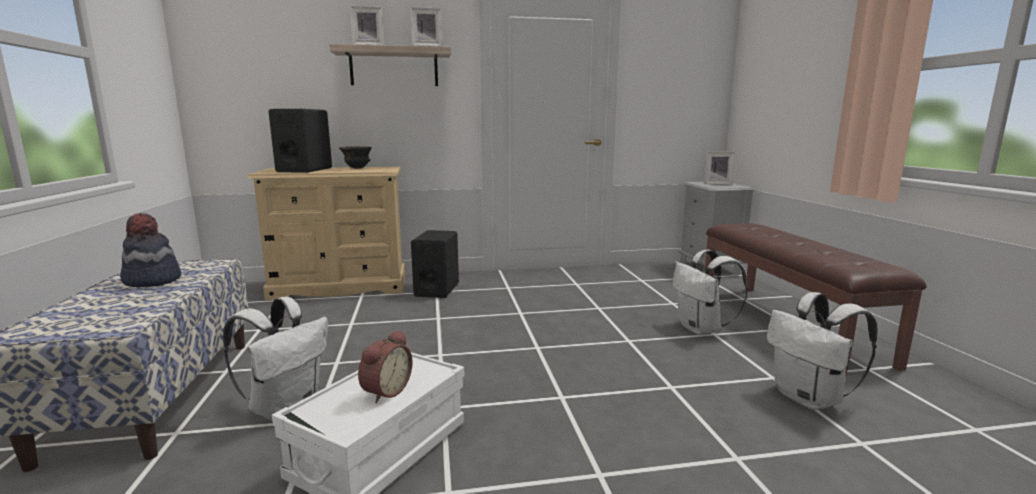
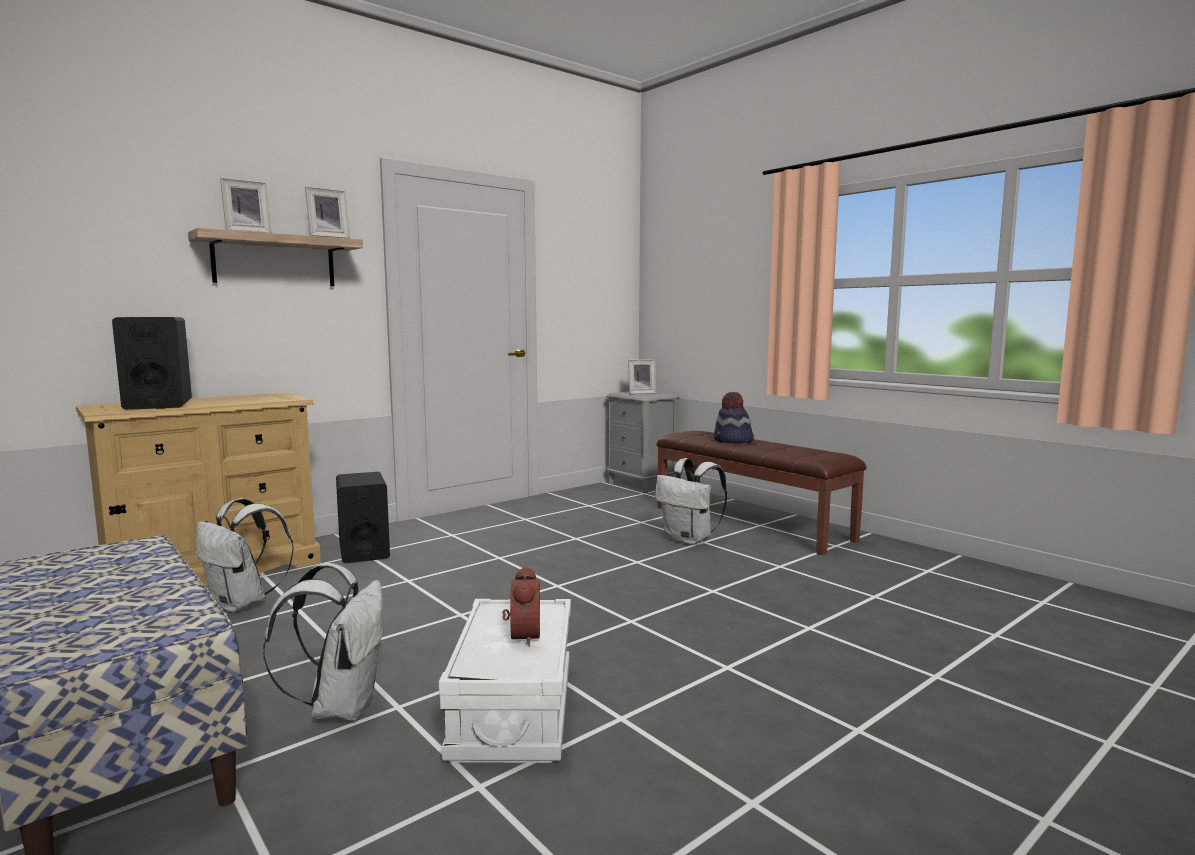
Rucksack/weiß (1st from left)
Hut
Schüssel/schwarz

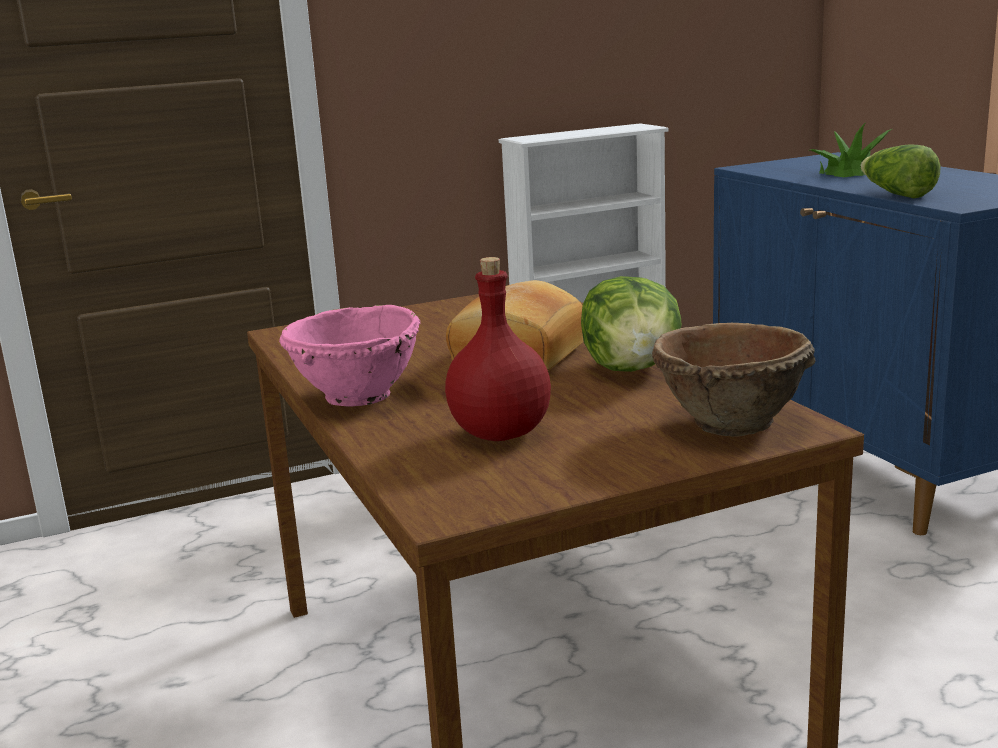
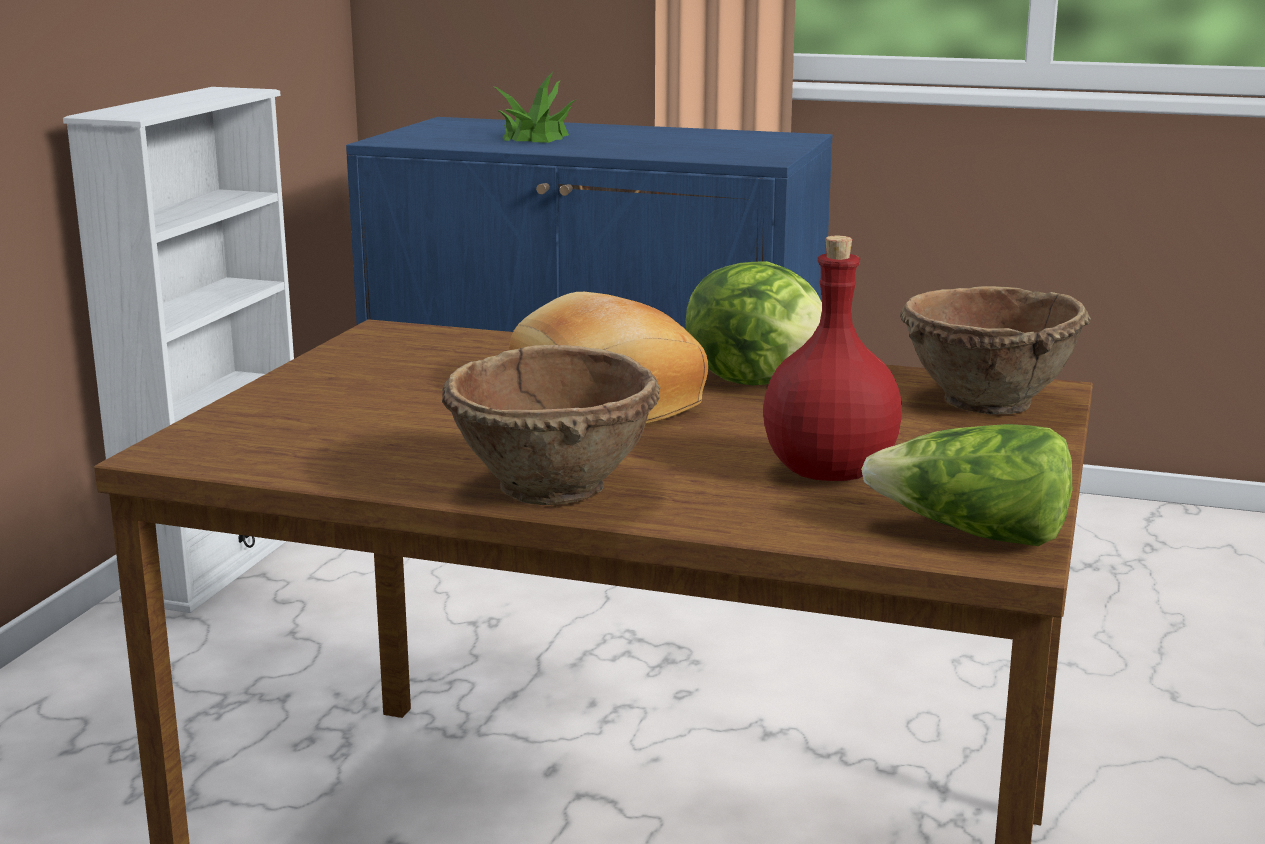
Schüssel/braun (1st from left)
Salatkopf (2nd from left)

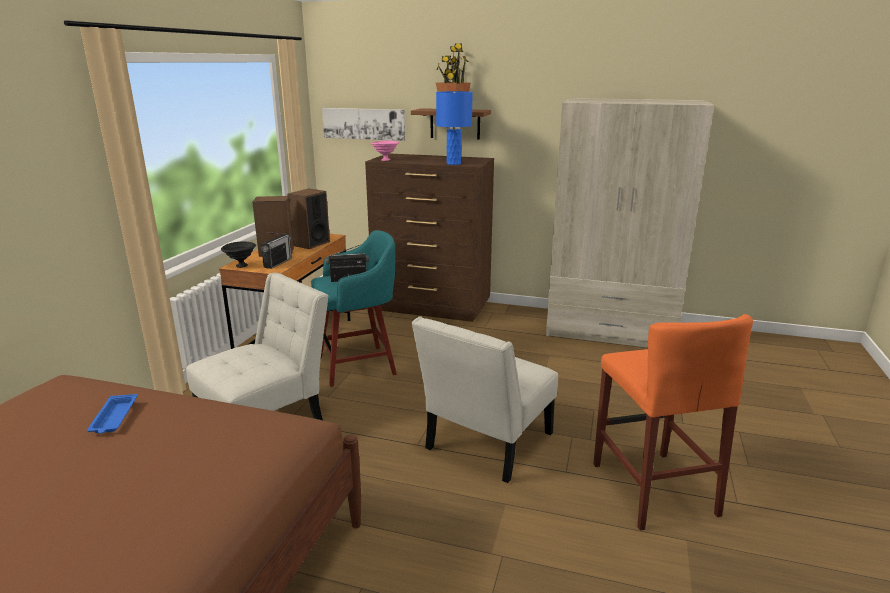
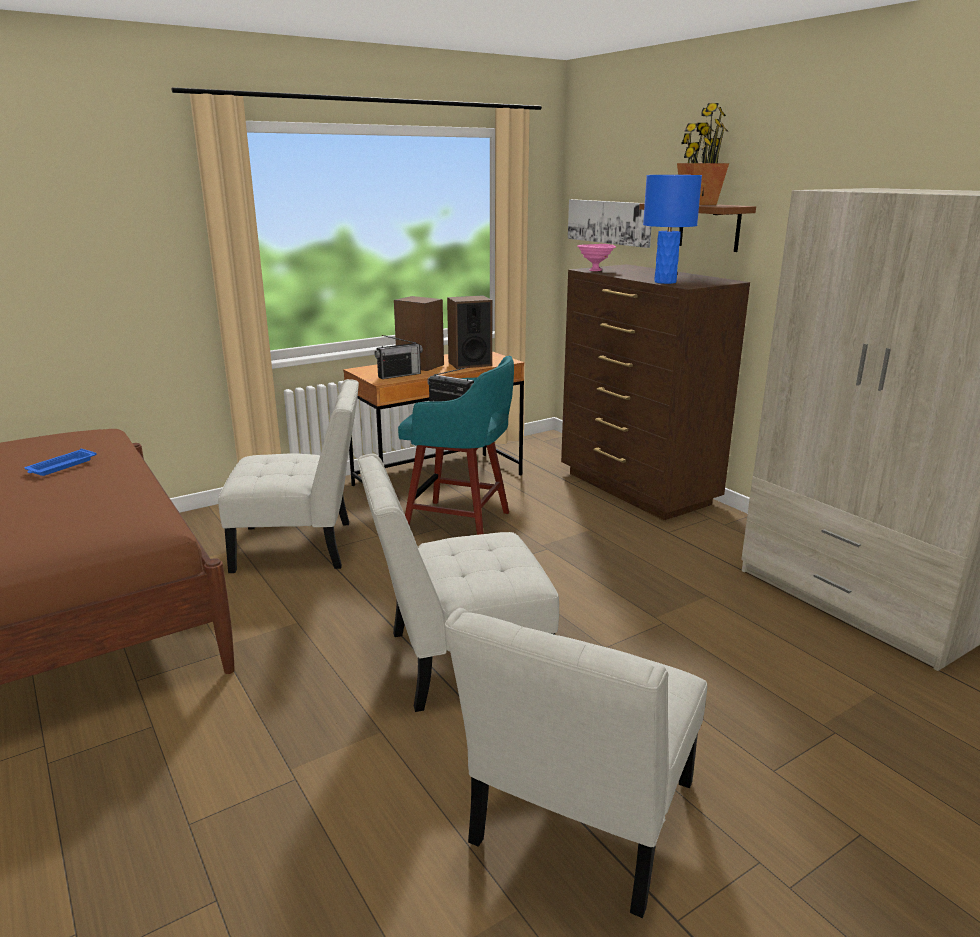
Stuhl/weiß (3rd from left)
Schüssel/schwarz

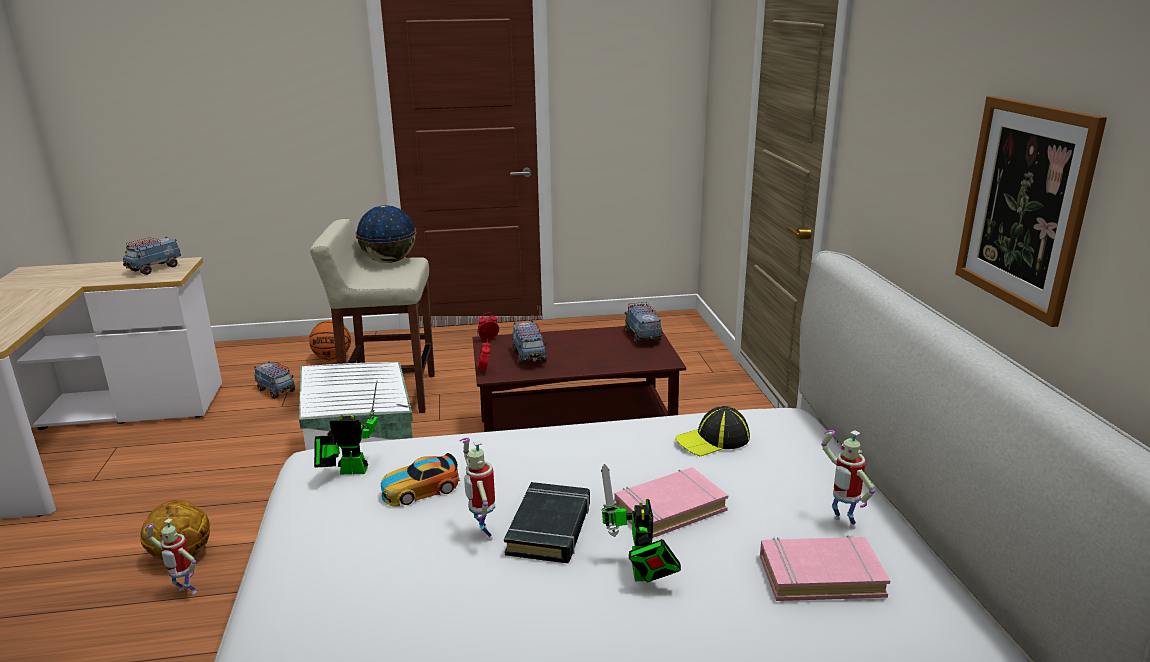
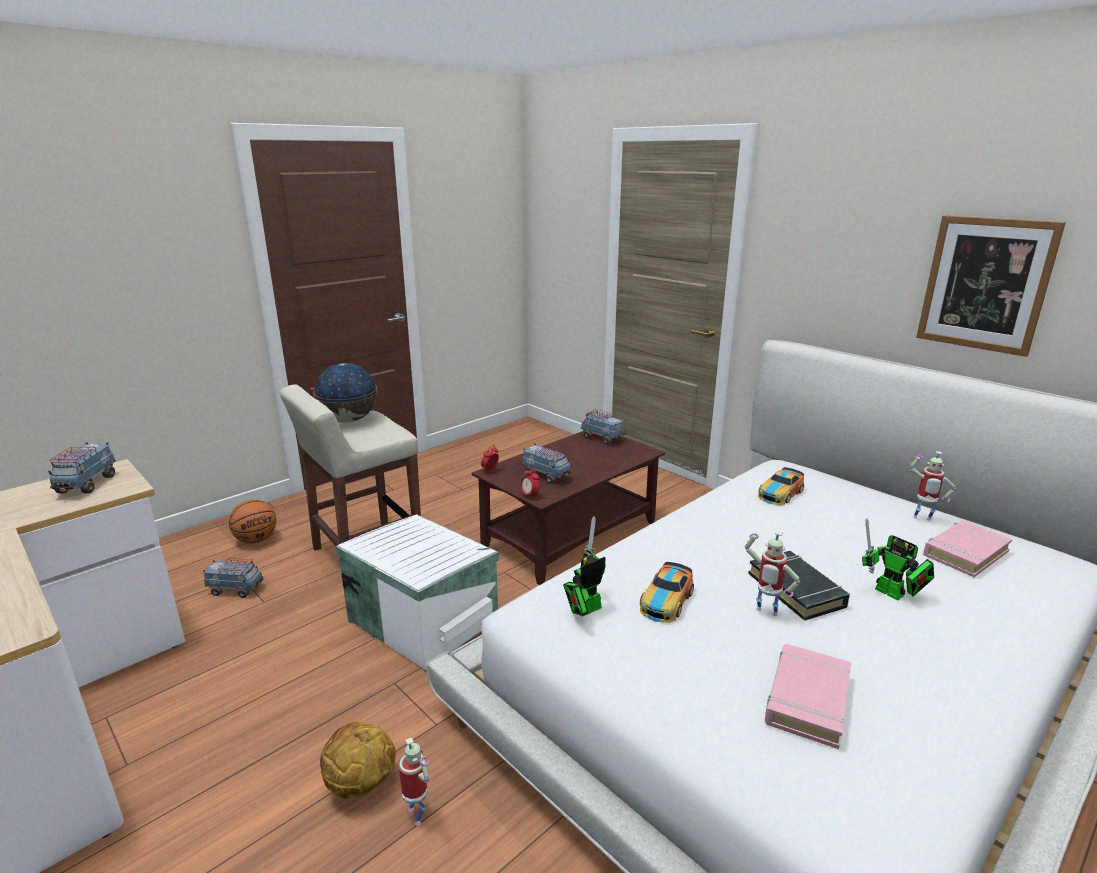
Spielzeugroboter (1st from left)
Spielzeugauto (2nd from left)
Buch/rosa (1st from left)

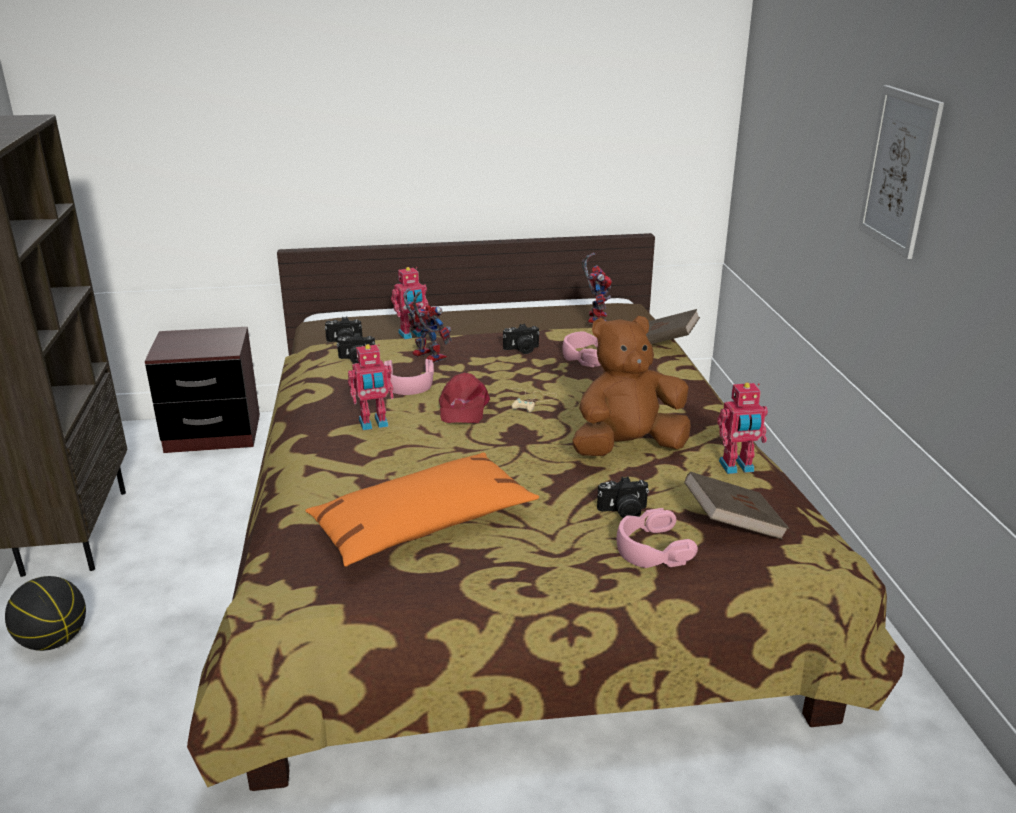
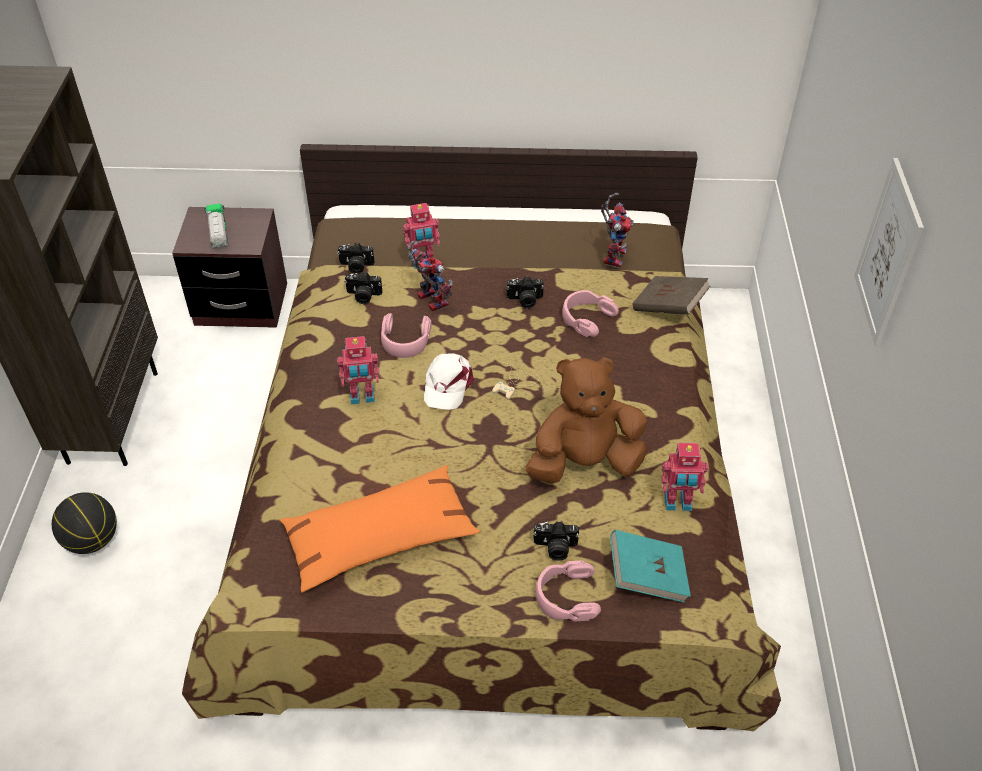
Spielzeuglaster
Kappe/weiß
Buch/türkis

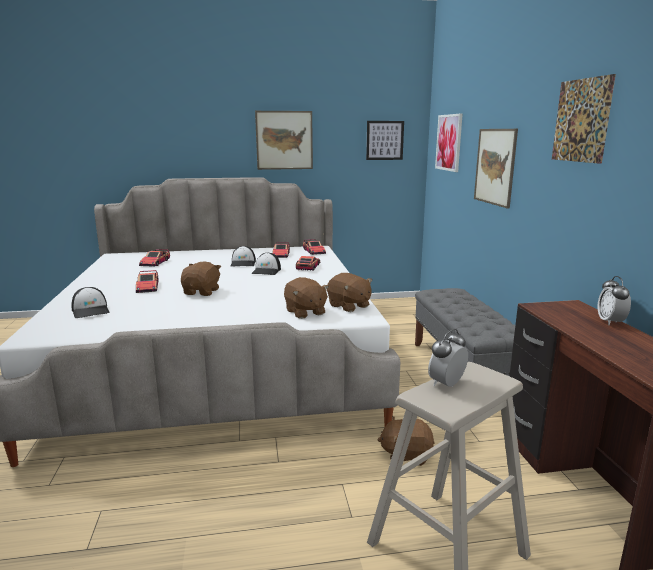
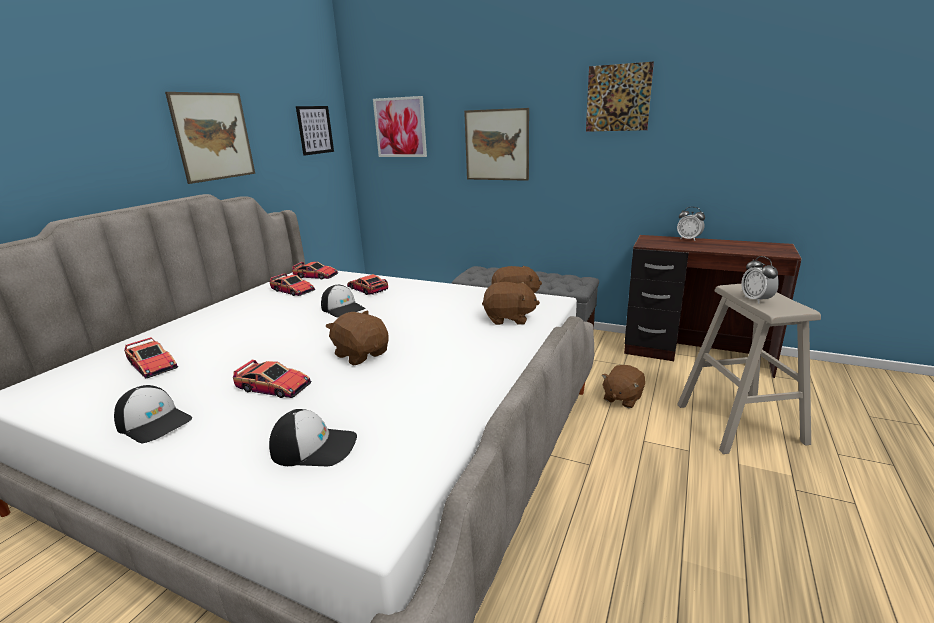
Kappe (1st from left)

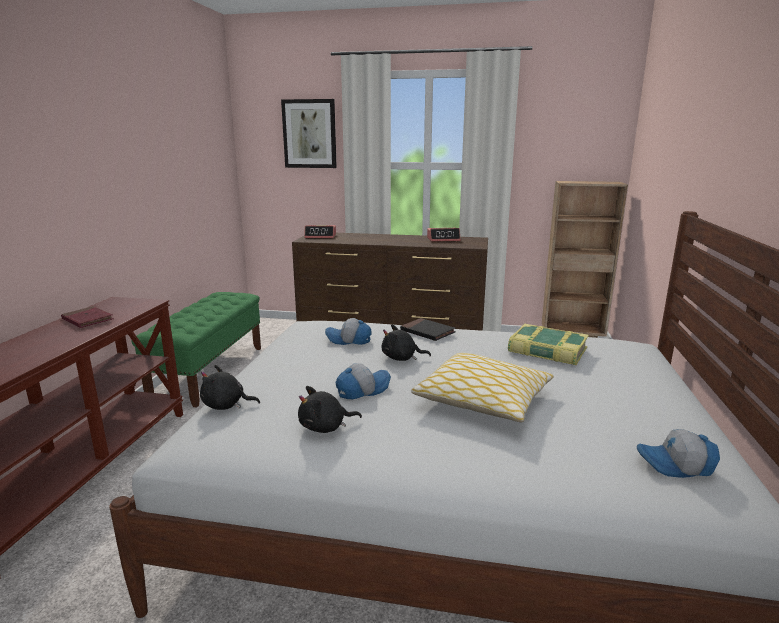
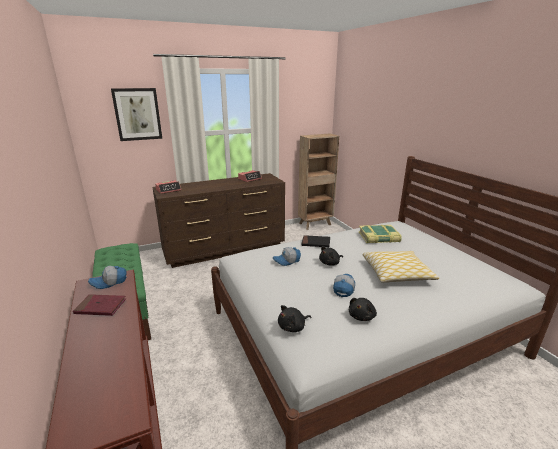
Kappe (1st from left)

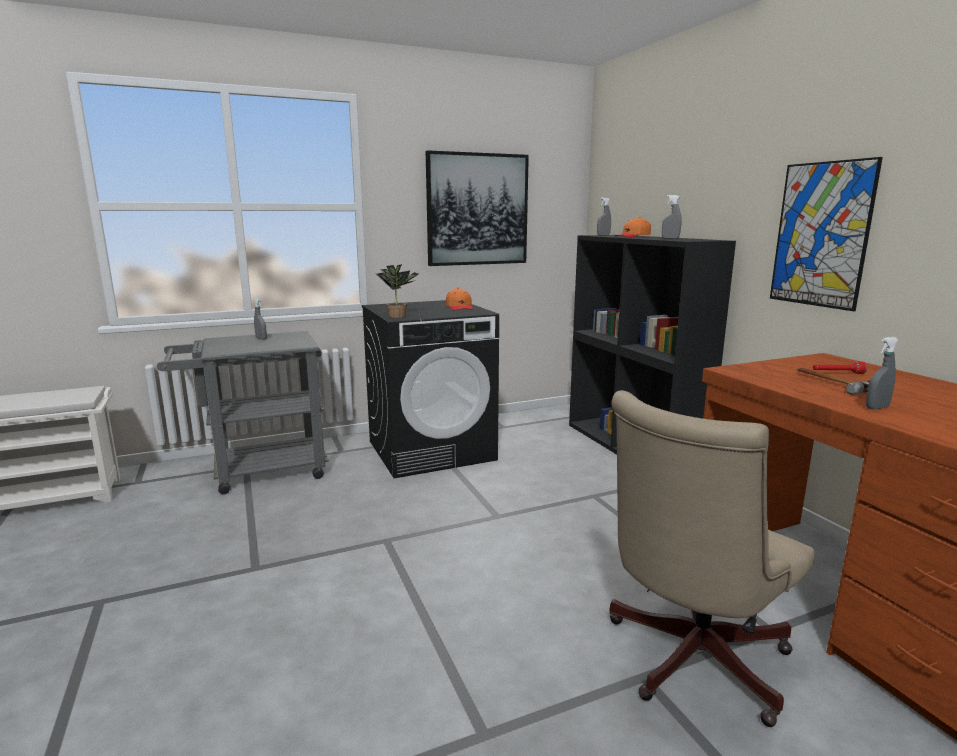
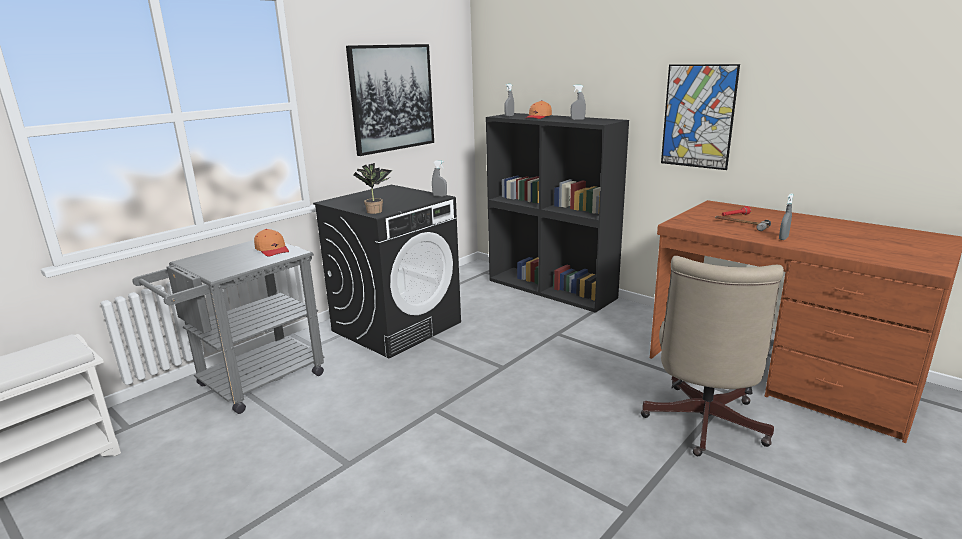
Kappe/orange (1st from left)
Sprühflasche/grau (1st from left)

